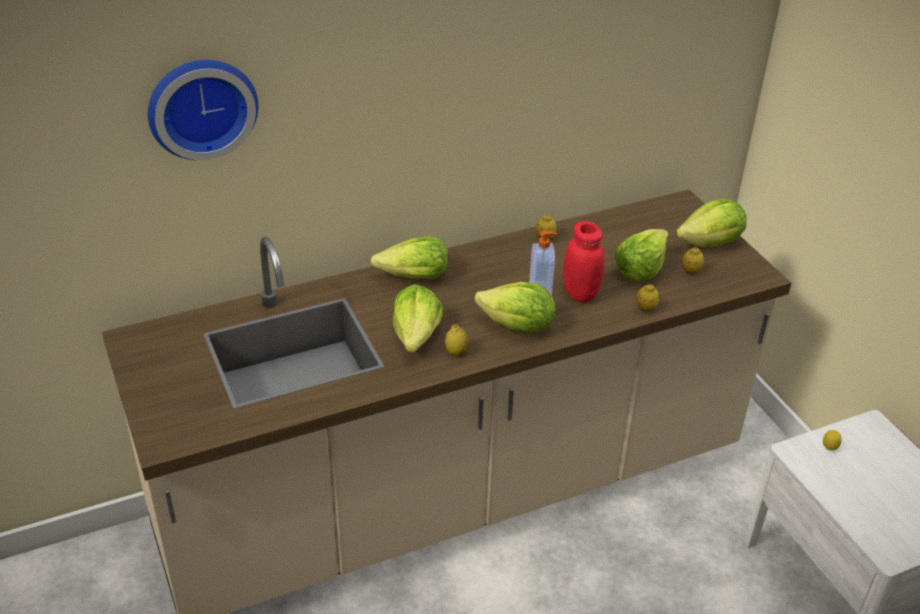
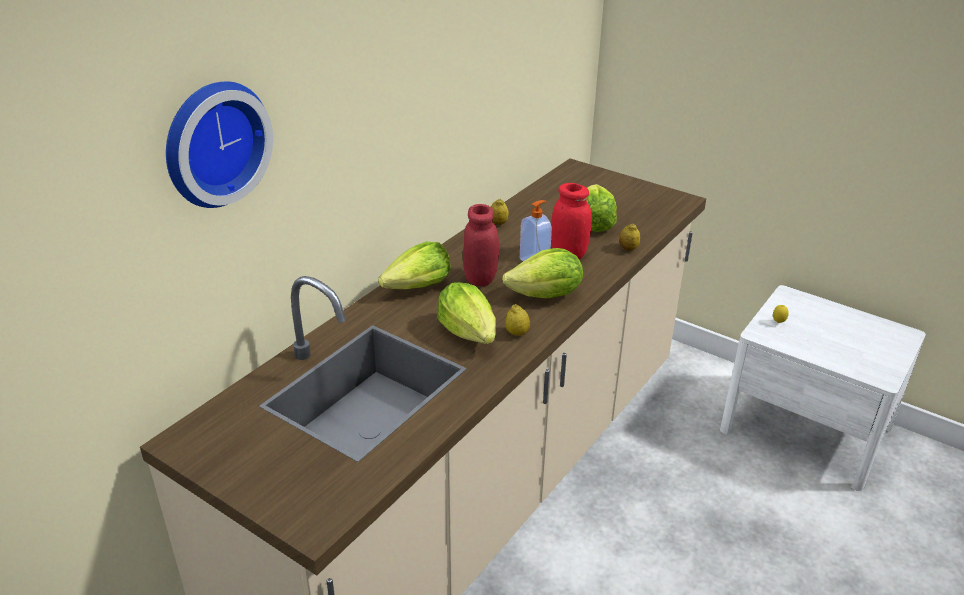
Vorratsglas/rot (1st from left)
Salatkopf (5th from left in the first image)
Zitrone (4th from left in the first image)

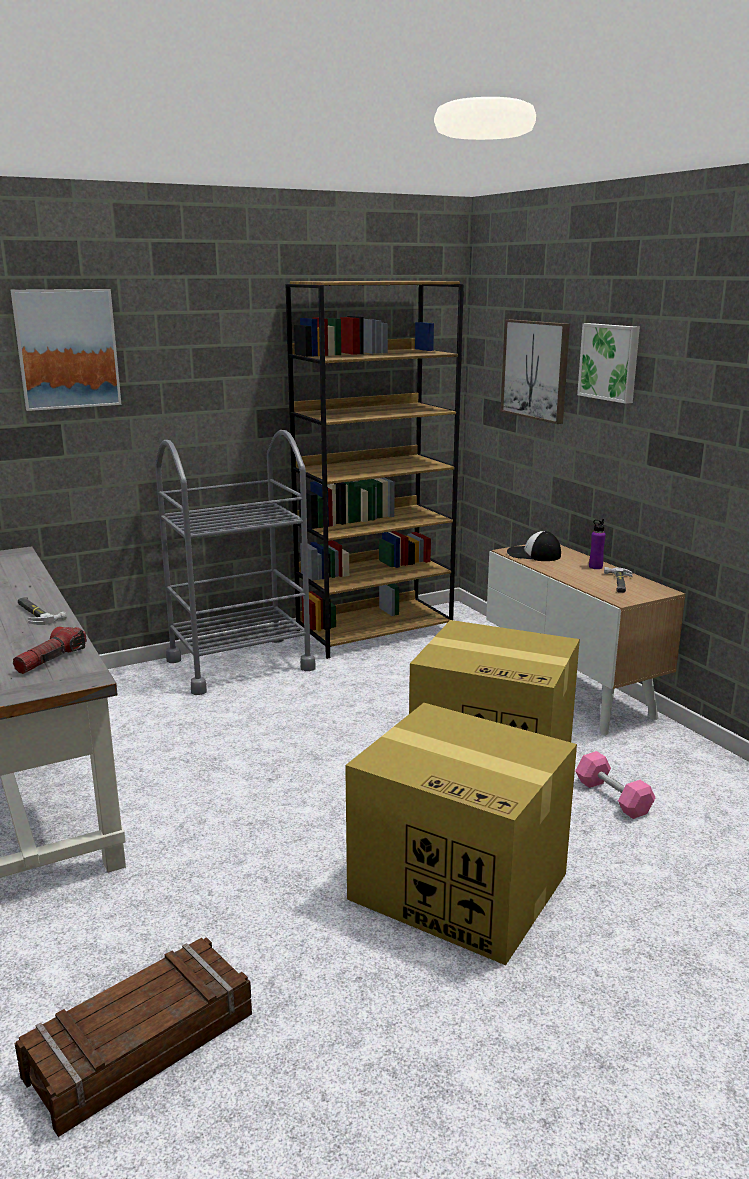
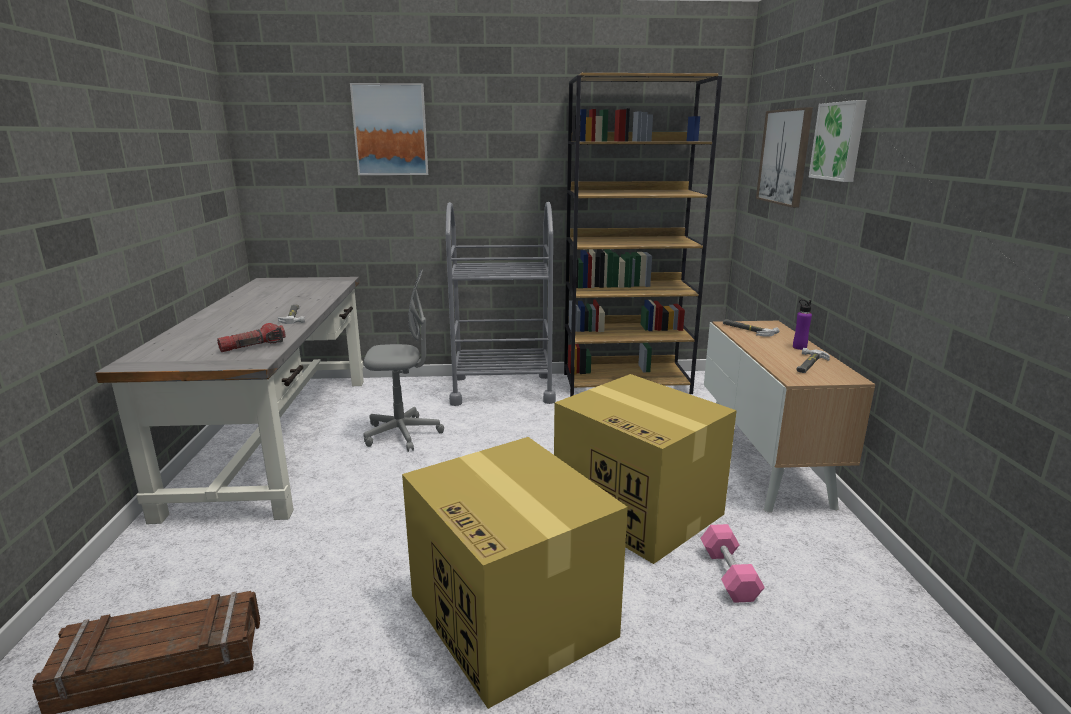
Bürostuhl/grau
Hammer (2nd from left)

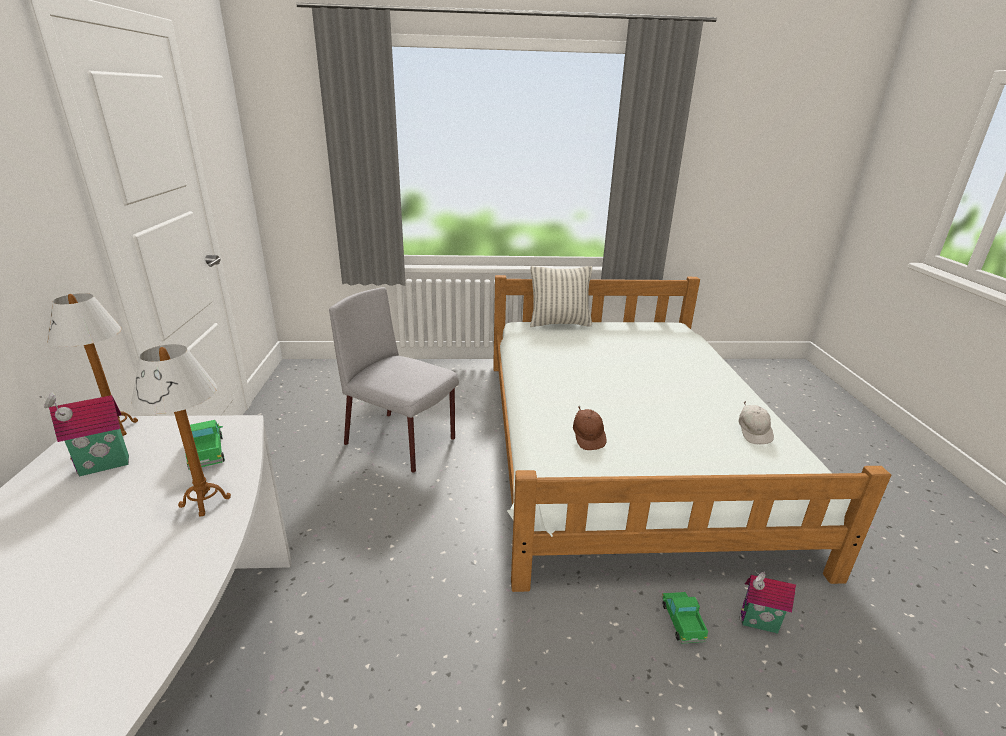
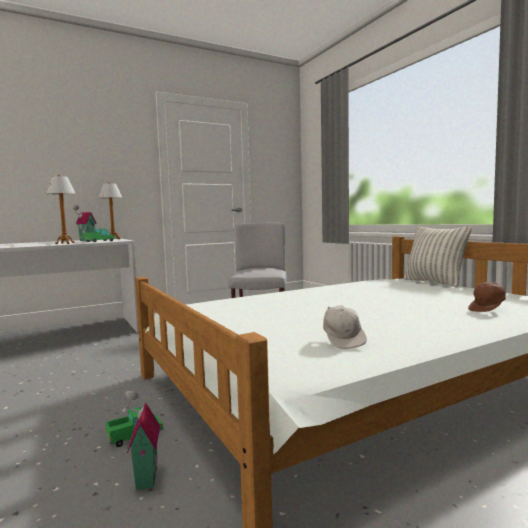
Kappe/weiß
Kappe/braun

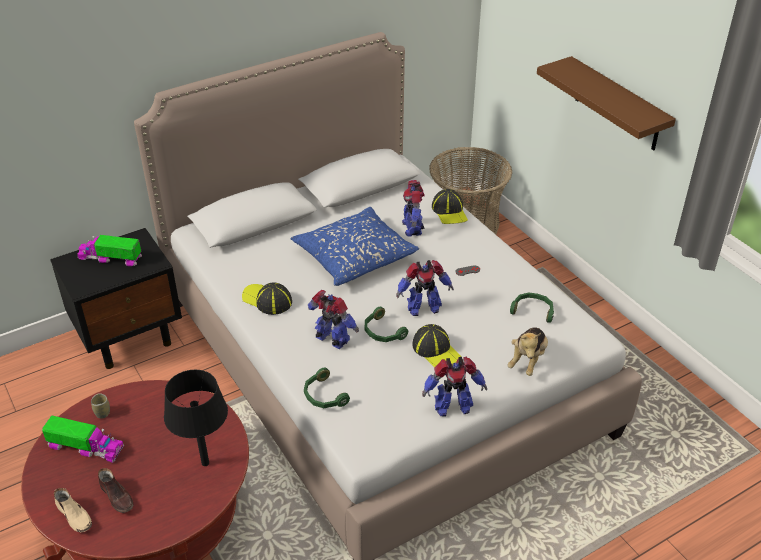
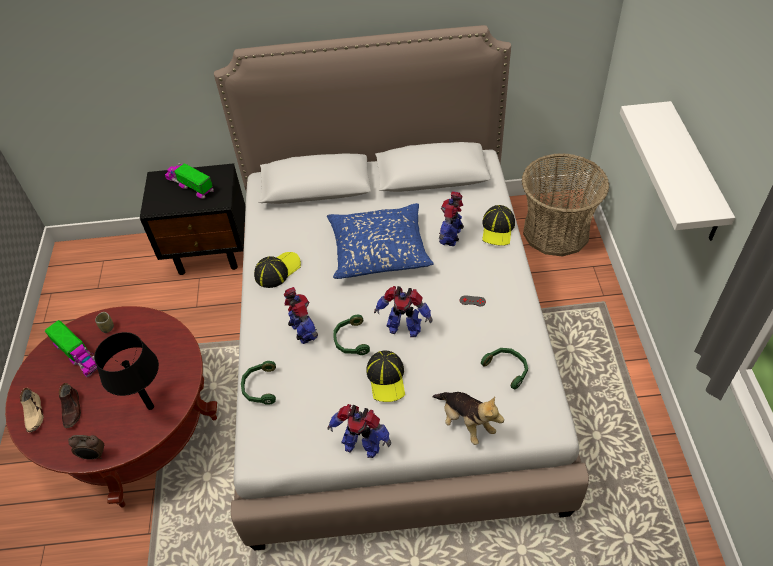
Wecker
Kappe (1st from left)
Plüschtier
Wandregal/weiß

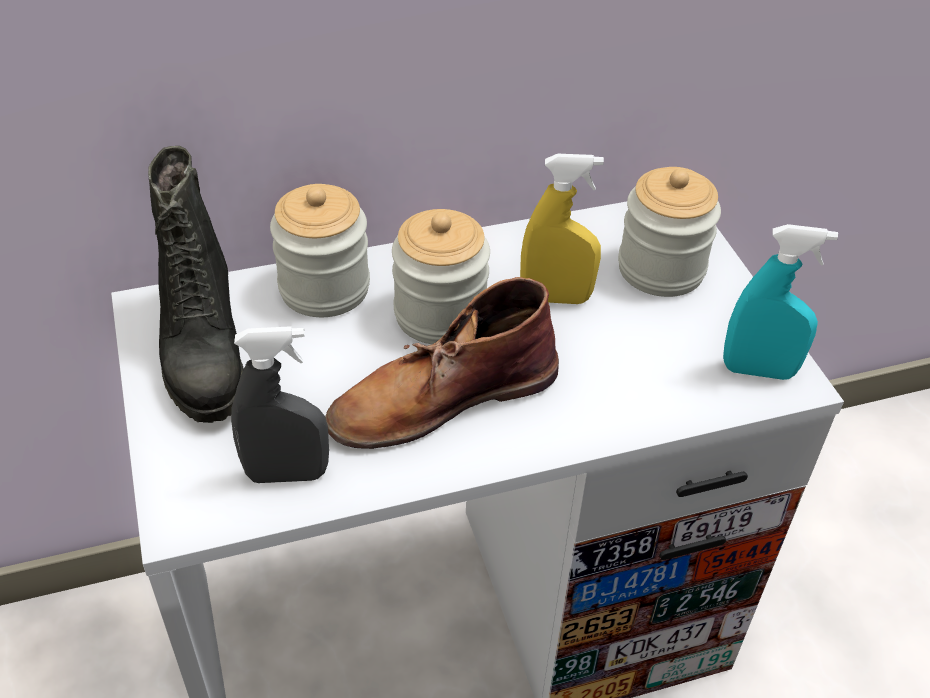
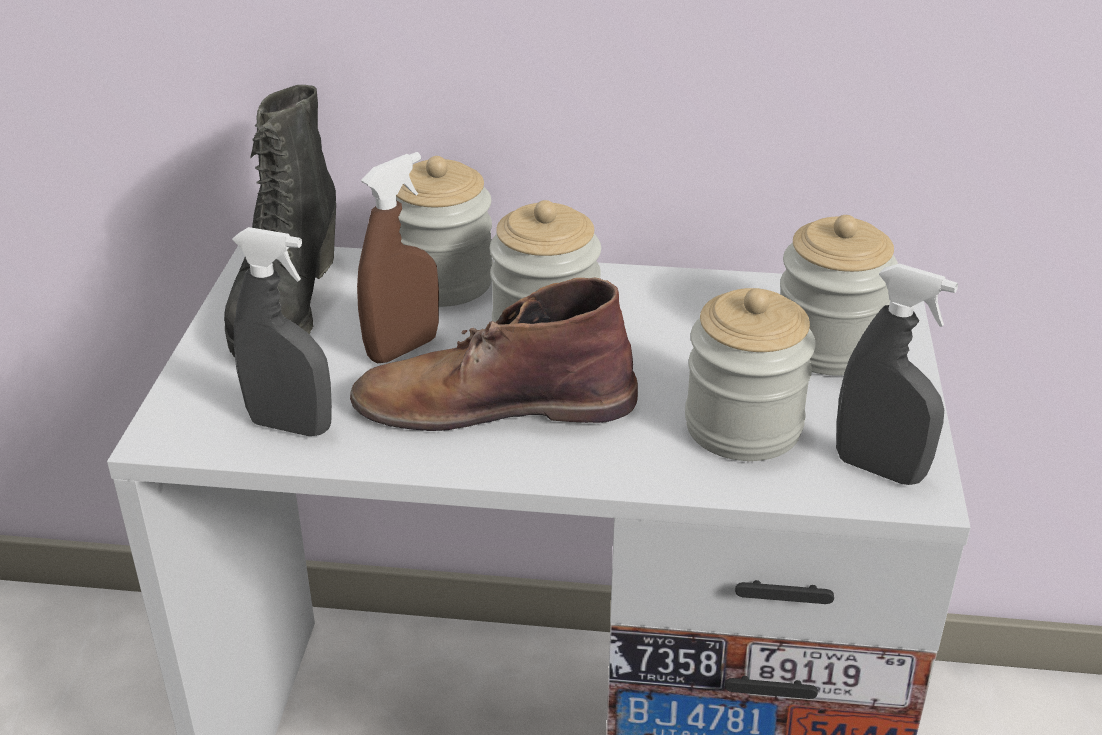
Sprühflasche/braun
Vorratsglas (3rd from left)
Sprühflasche/grau (2nd from left)
Sprühflasche/gelb

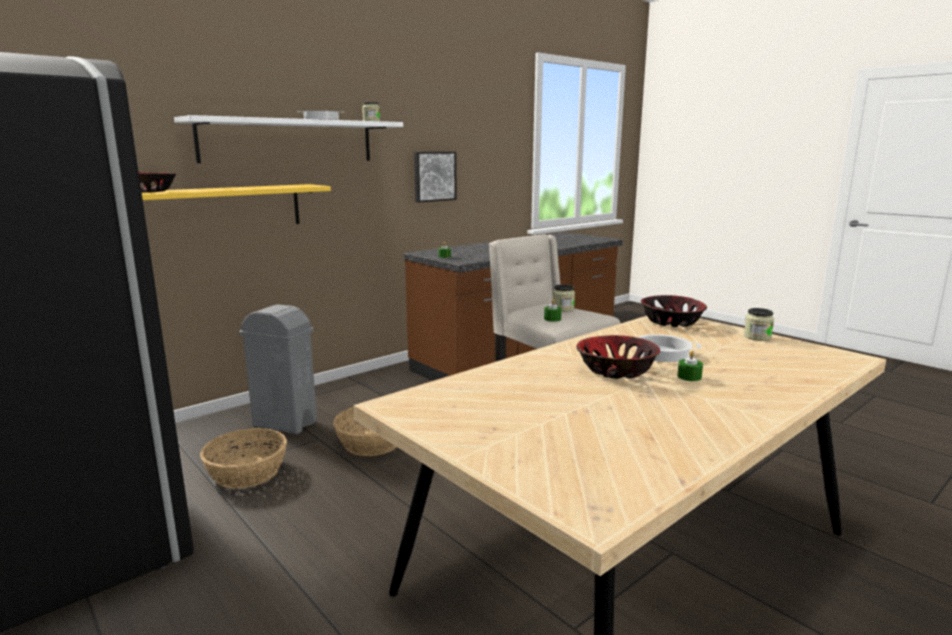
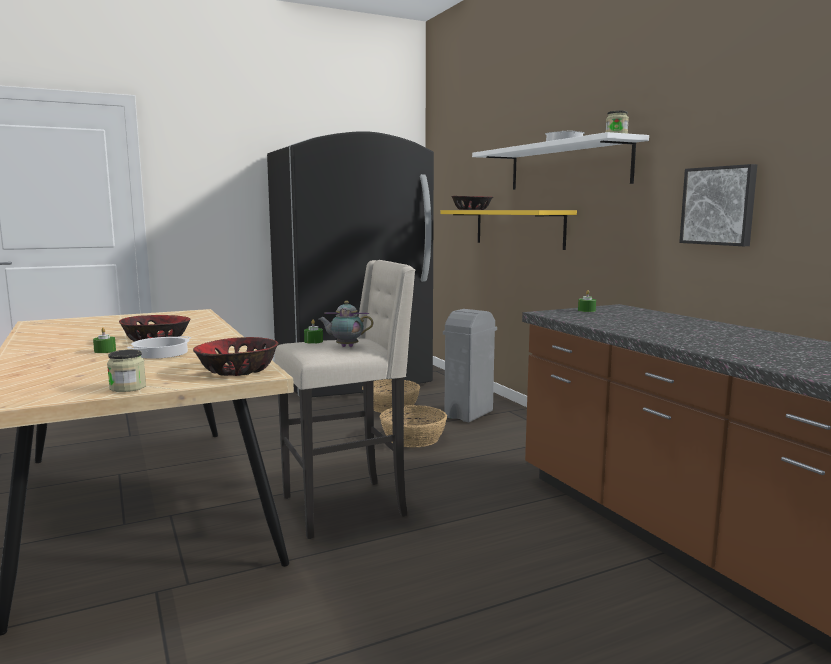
Teekanne

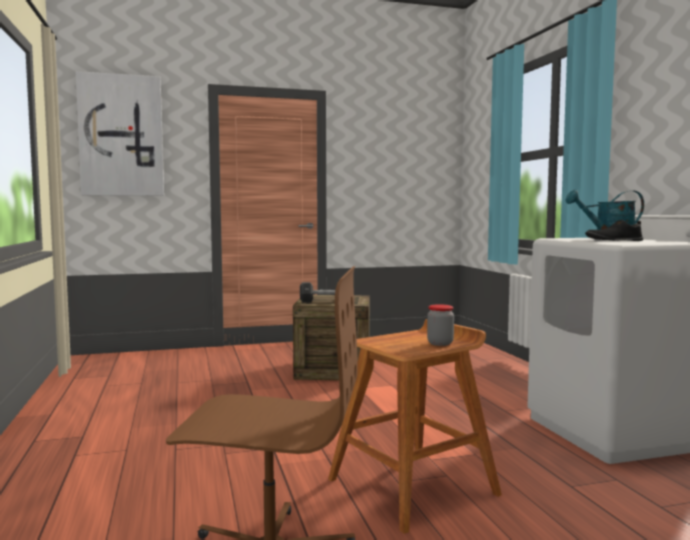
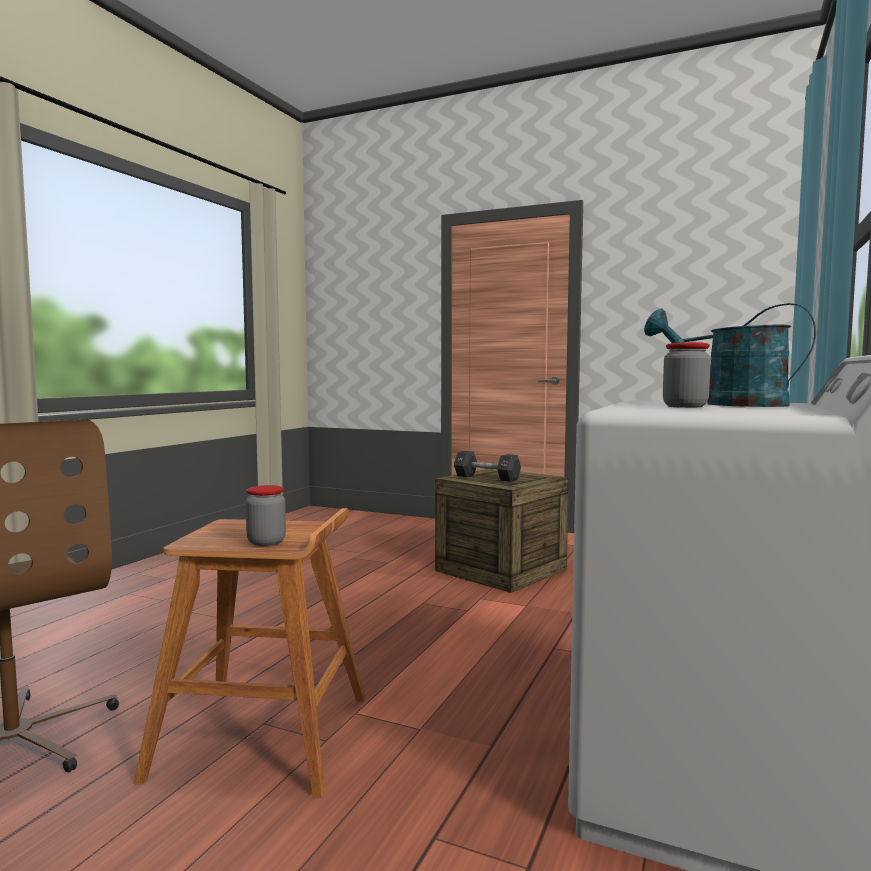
Vorratsglas (2nd from left)
Bild

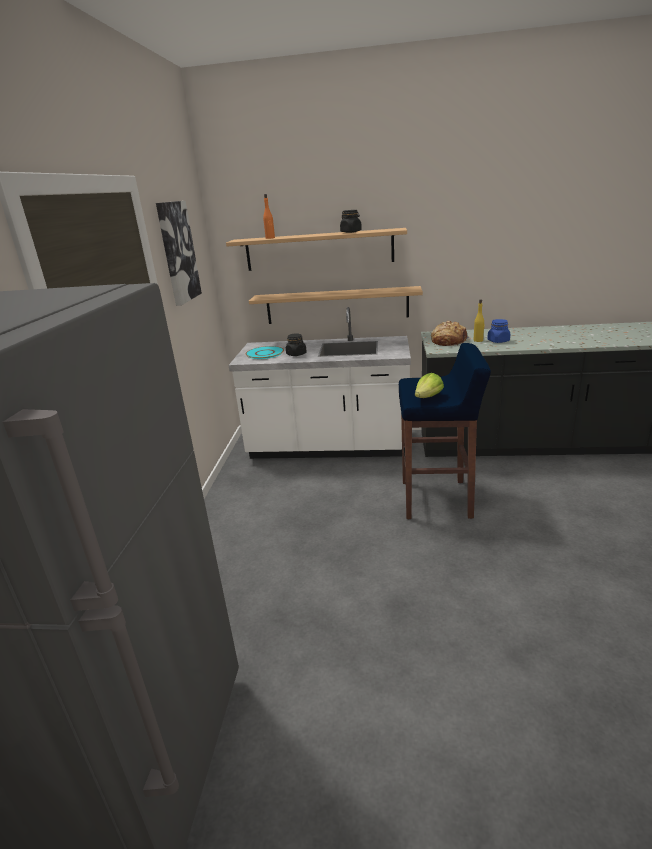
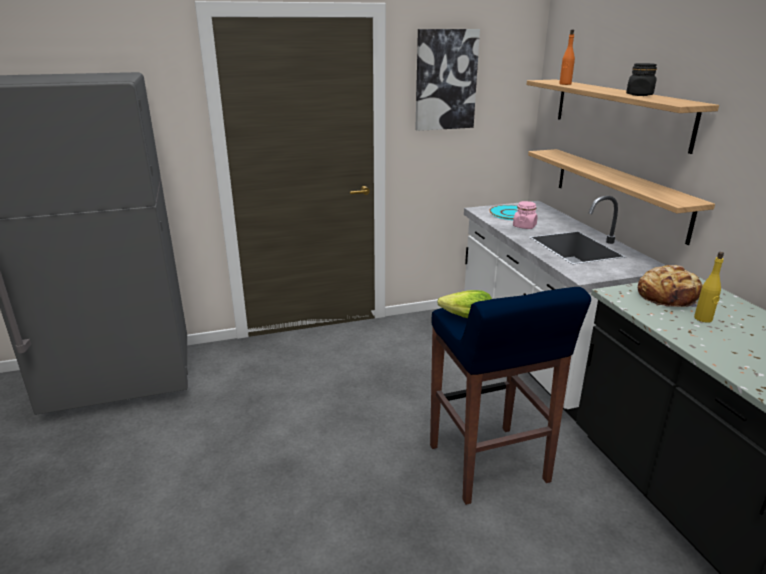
Vorratsglas/rosa
Vorratsglas/blau

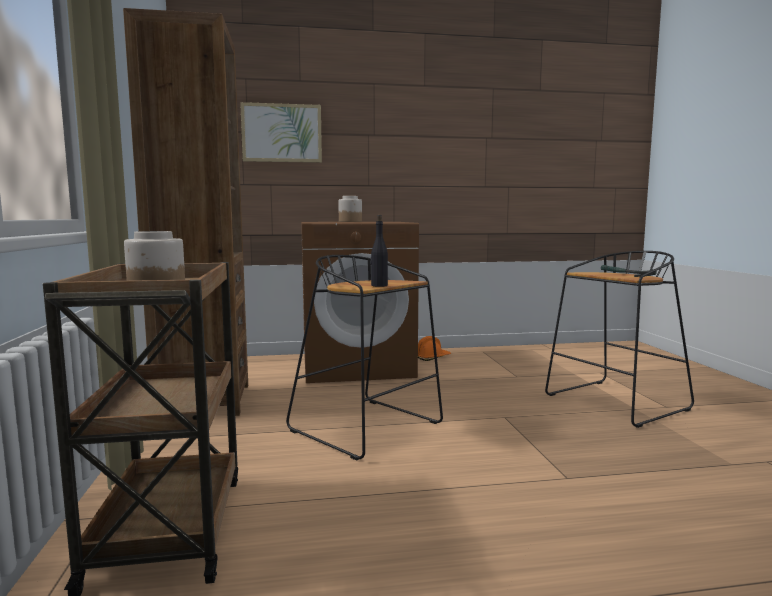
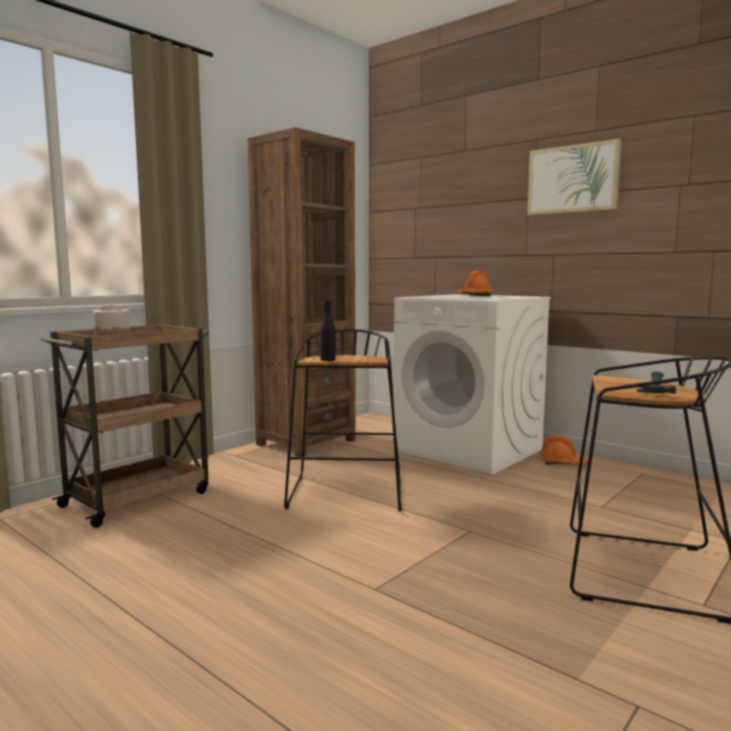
Waschmaschine/weiß
Schutzhelm/orange (1st from left)
Bild

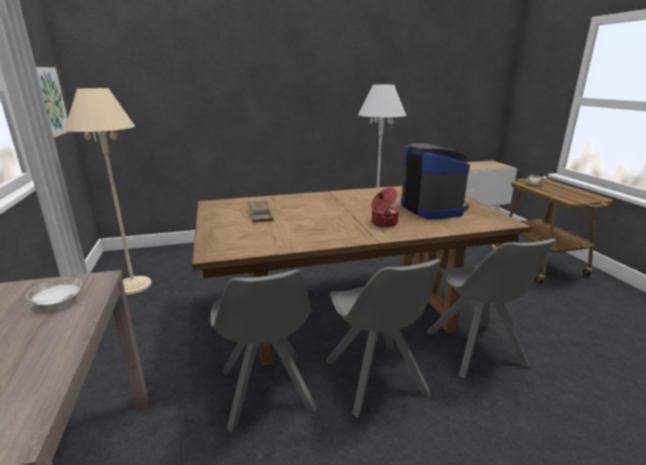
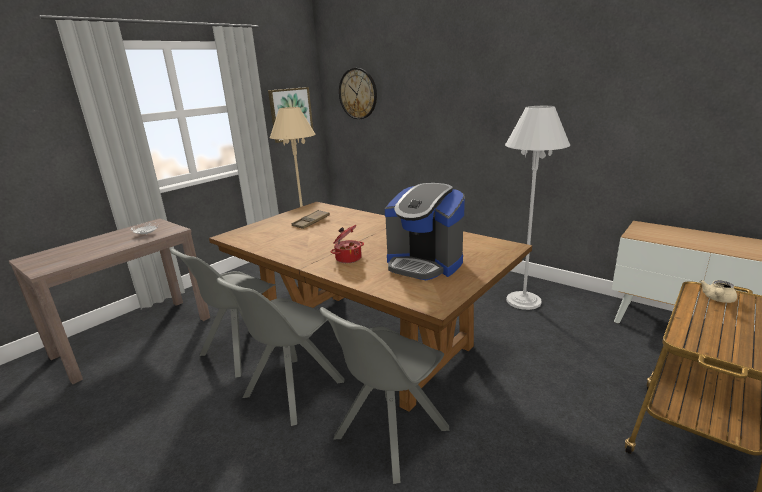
Wanduhr
Kaffeemaschine

